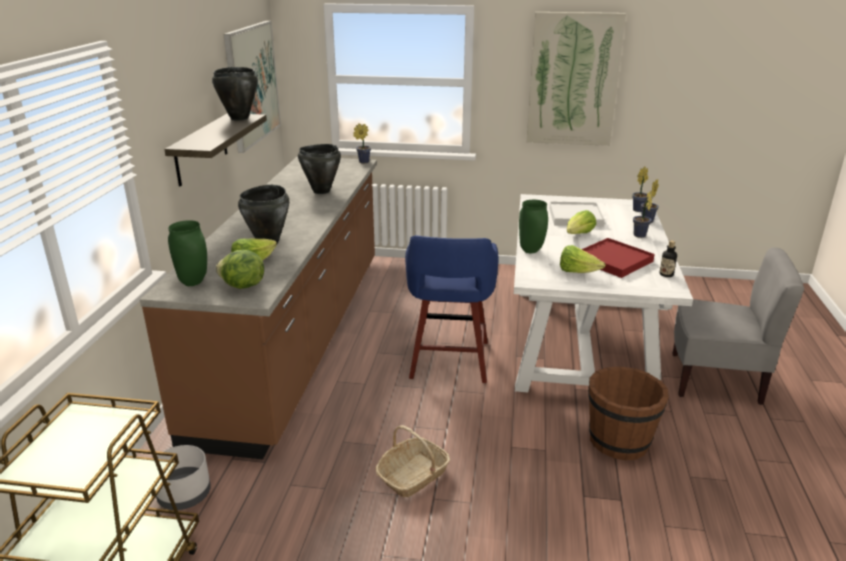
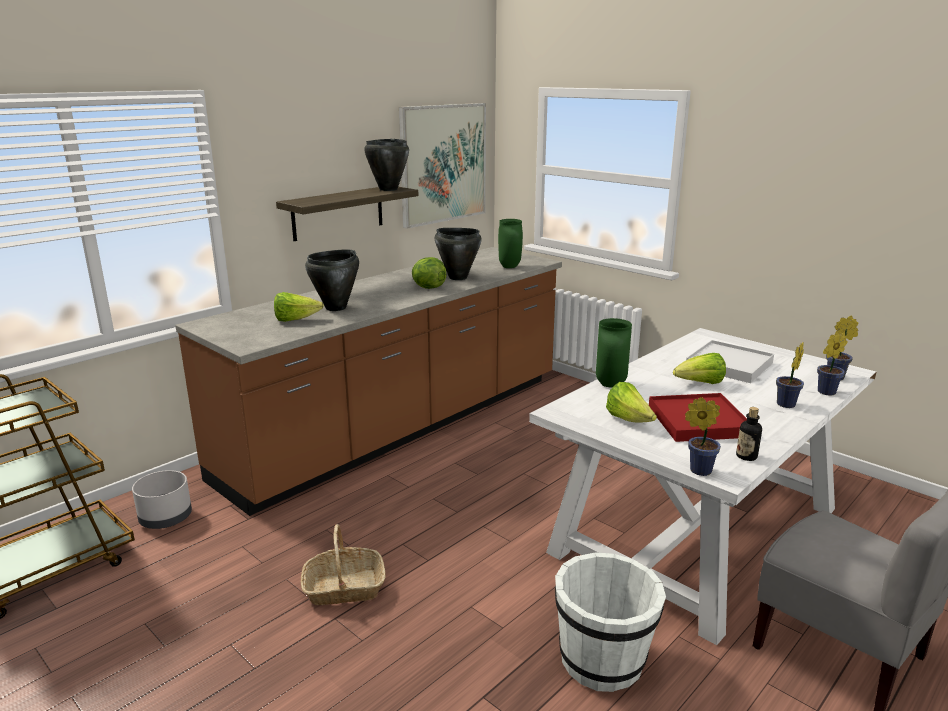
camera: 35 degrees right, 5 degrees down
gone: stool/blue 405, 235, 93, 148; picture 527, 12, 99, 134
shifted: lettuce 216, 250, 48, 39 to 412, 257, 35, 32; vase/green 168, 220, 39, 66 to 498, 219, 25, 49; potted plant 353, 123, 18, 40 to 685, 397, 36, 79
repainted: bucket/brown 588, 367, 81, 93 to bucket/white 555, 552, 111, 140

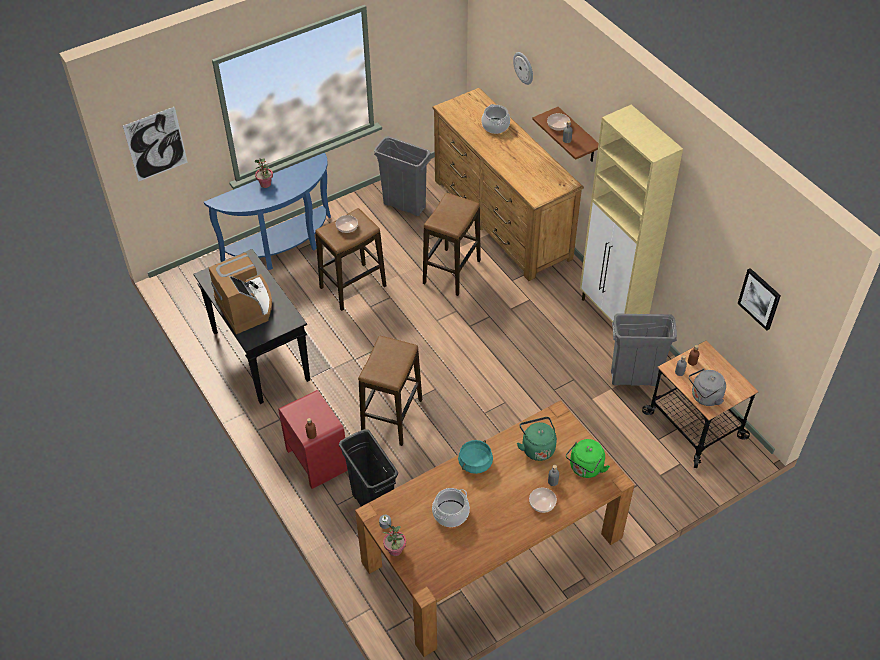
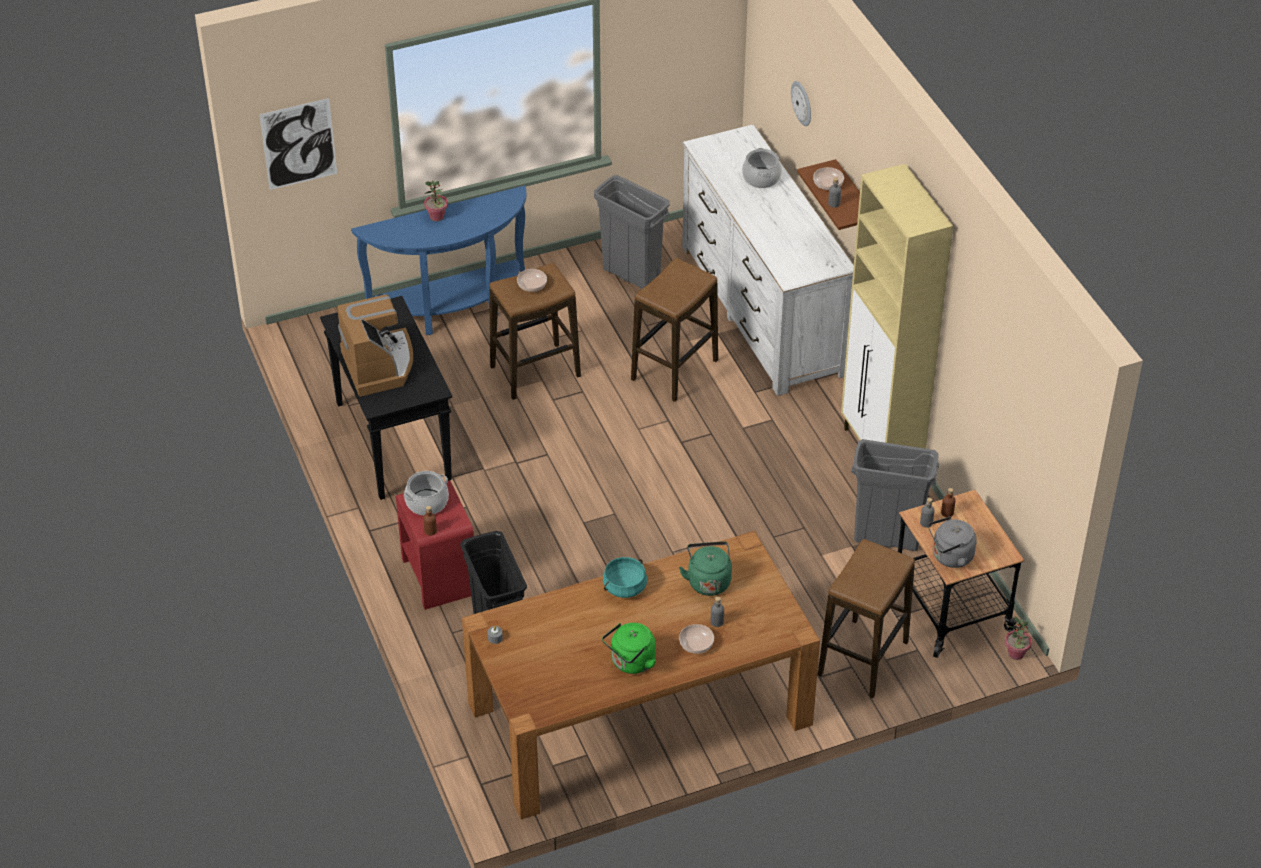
camera: 10 degrees right, 5 degrees down
gone: picture 738, 268, 43, 63
shifted: cooking pot 432, 488, 38, 39 to 404, 471, 45, 45; kettle/green 566, 439, 44, 39 to 602, 623, 54, 51; stool 358, 336, 64, 110 to 818, 539, 97, 159; potted plant 382, 524, 24, 32 to 1005, 616, 27, 44
repainted: dresser/brown 432, 88, 152, 193 to dresser/white 682, 124, 172, 272

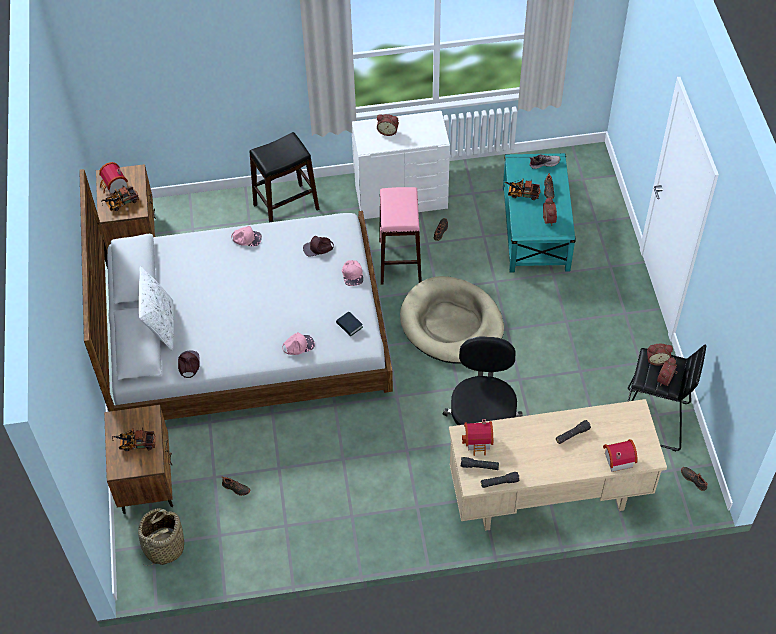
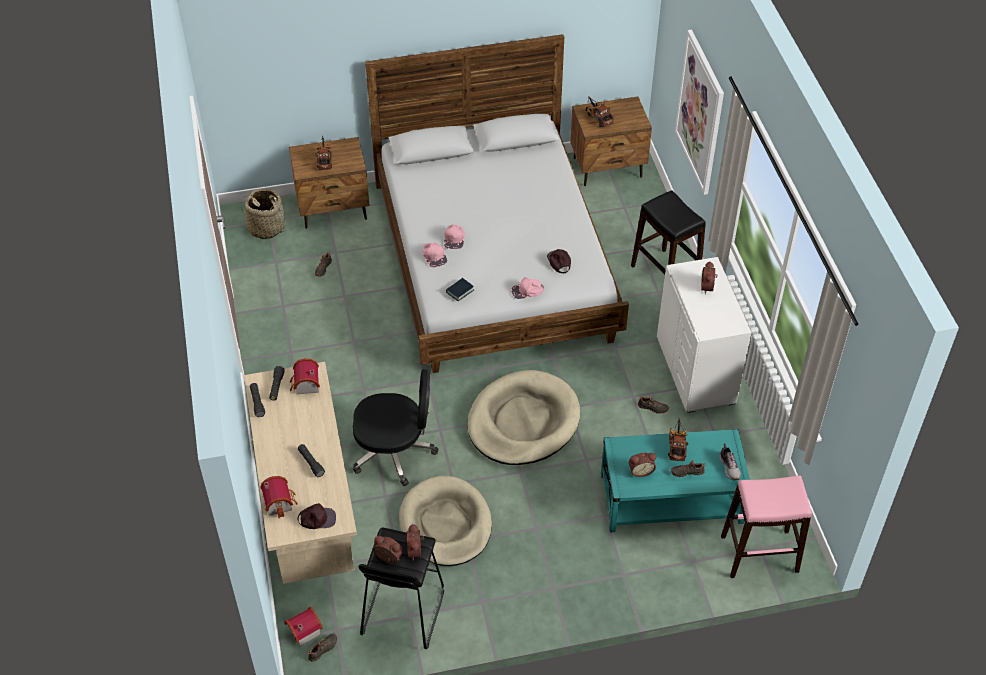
camera: 85 degrees right, 5 degrees down
gone: pillow/white 139, 266, 35, 85
new: dog bed/beige 399, 476, 93, 90; picture 675, 29, 49, 166
shifted: toy house 99, 162, 29, 32 to 284, 607, 39, 39; cap/brown 178, 350, 22, 28 to 297, 503, 39, 26; cap/pink 231, 226, 31, 20 to 444, 224, 21, 25; stool/pink 379, 187, 43, 97 to 721, 476, 91, 102

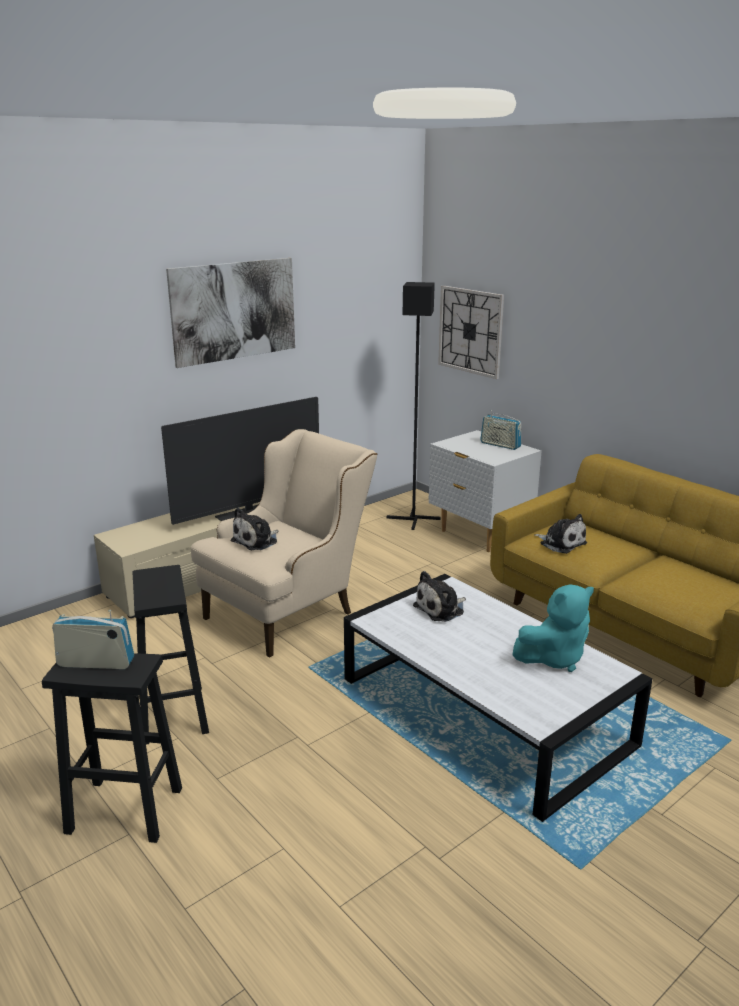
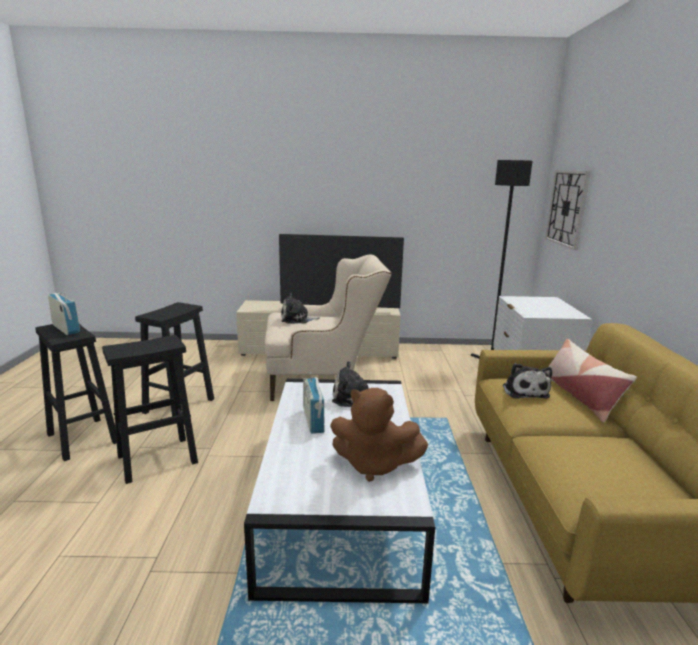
camera: 40 degrees right, 5 degrees down
gone: picture 166, 258, 129, 110
new: stool/black 102, 335, 96, 149; pillow 548, 339, 89, 84
shifted: radio 480, 410, 42, 40 to 303, 373, 22, 61
repainted: plush toy/turquoise 512, 585, 82, 87 to plush toy/brown 330, 388, 98, 94

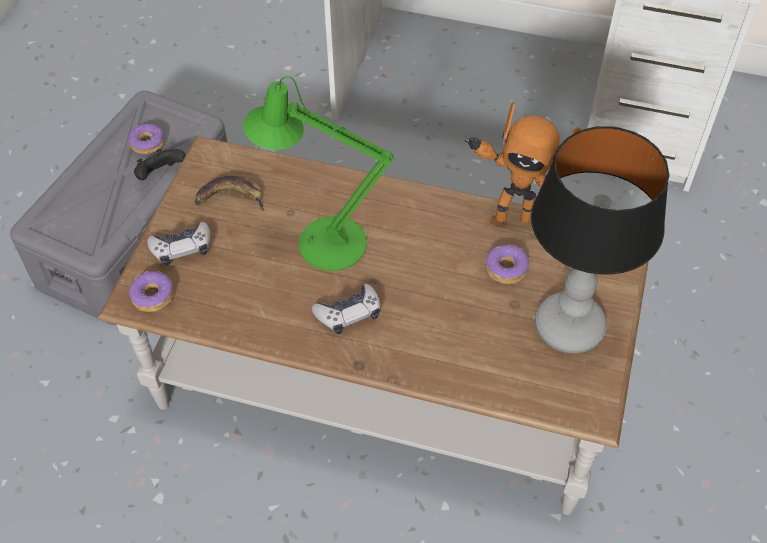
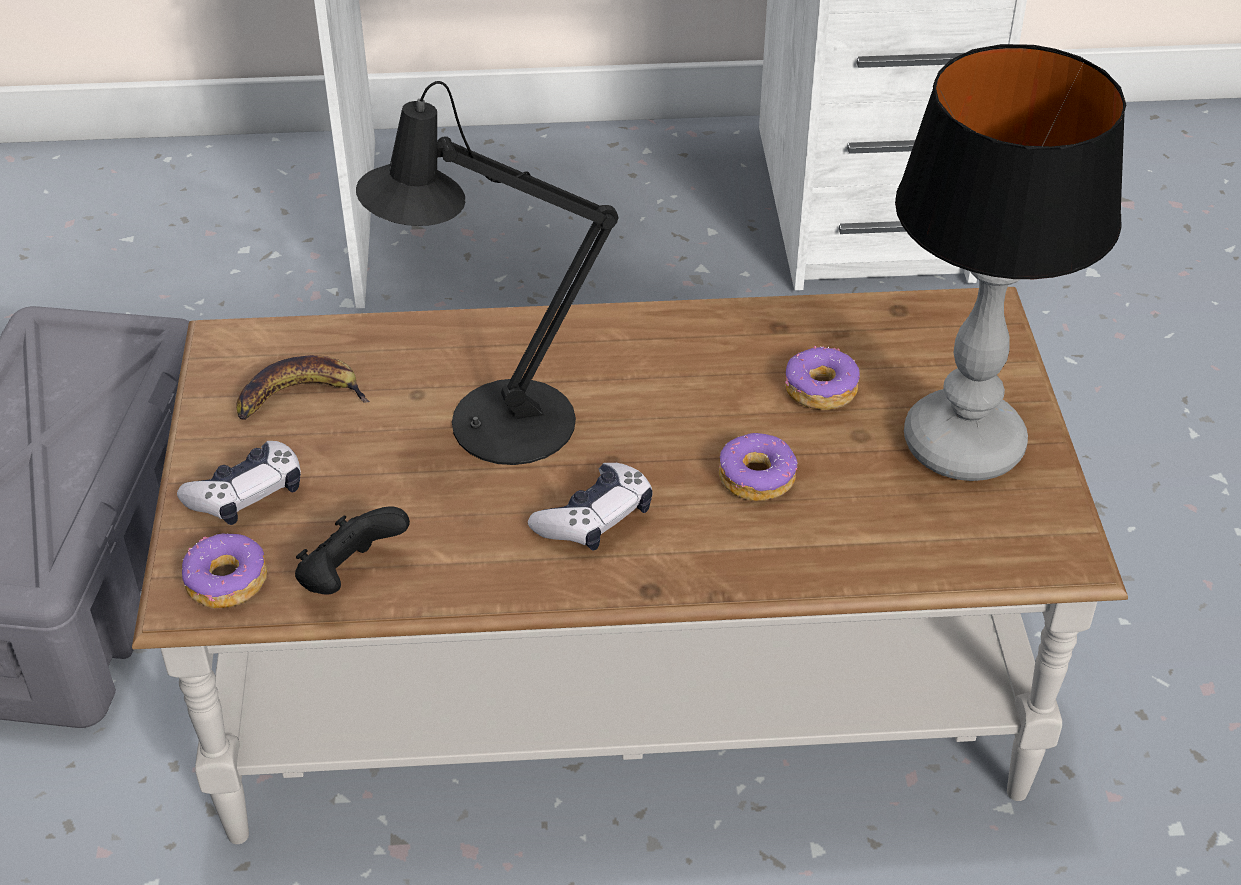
camera: 20 degrees left, 10 degrees down
gone: toy robot 465, 103, 117, 123
shifted: game controller/black 134, 149, 52, 31 to 295, 506, 115, 88; donut 128, 124, 36, 30 to 719, 433, 79, 68
repainted: table lamp/green 243, 76, 151, 195 to table lamp/black 356, 81, 263, 384

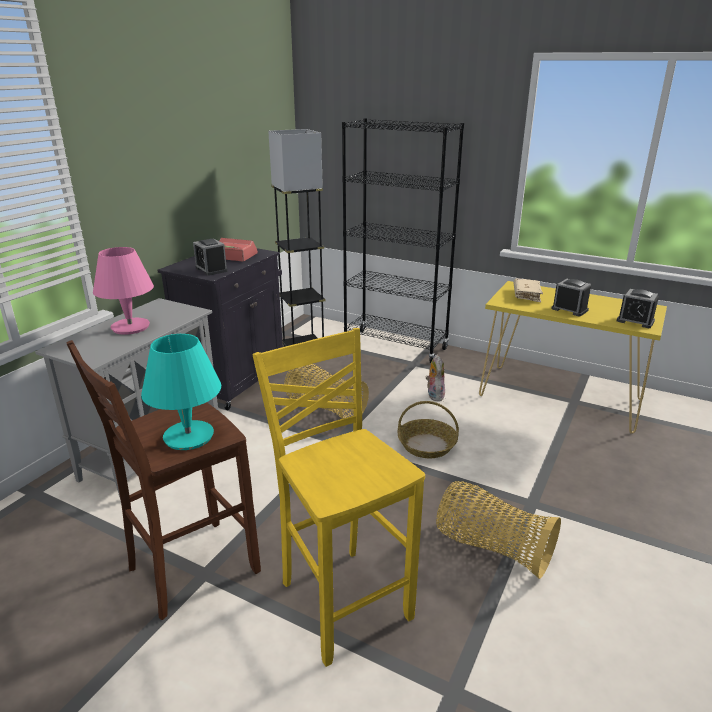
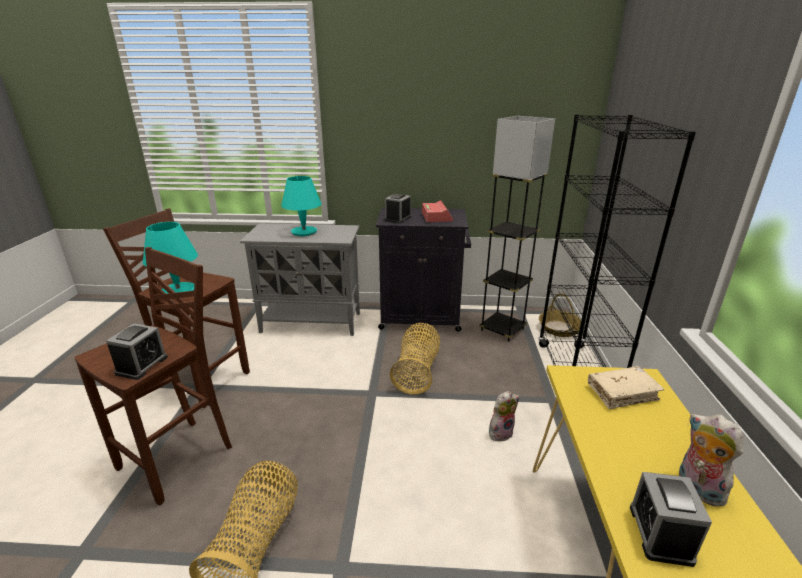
camera: 65 degrees right, 0 degrees up
new: plush toy 679, 414, 65, 93
shifted: alarm clock 551, 279, 40, 37 to 106, 323, 62, 57; basket 398, 401, 61, 57 to 539, 293, 42, 44
repainted: stool/yellow 252, 328, 173, 339 to stool/brown 75, 247, 157, 259; table lamp/pink 93, 247, 61, 88 to table lamp/turquoise 281, 176, 40, 60

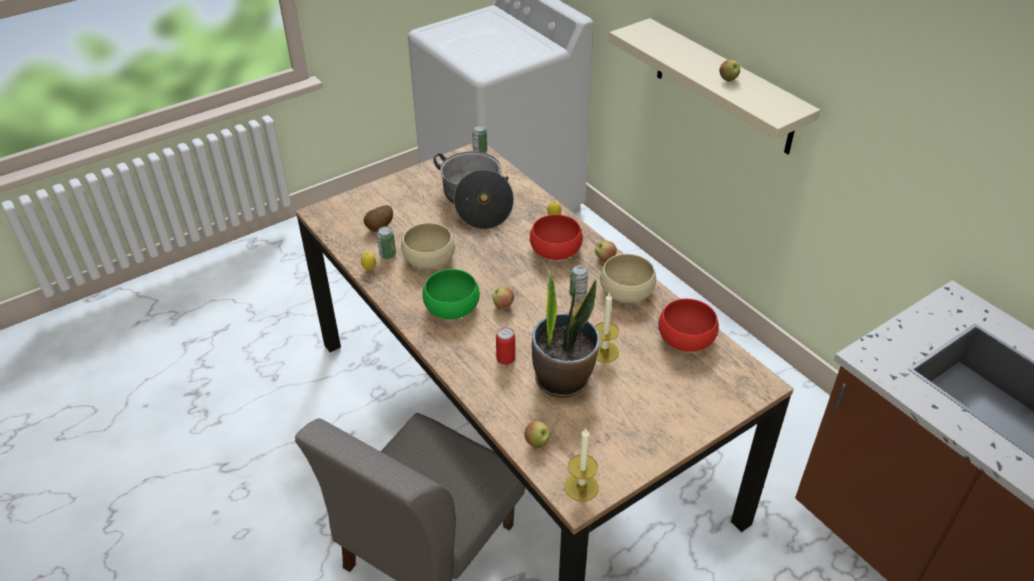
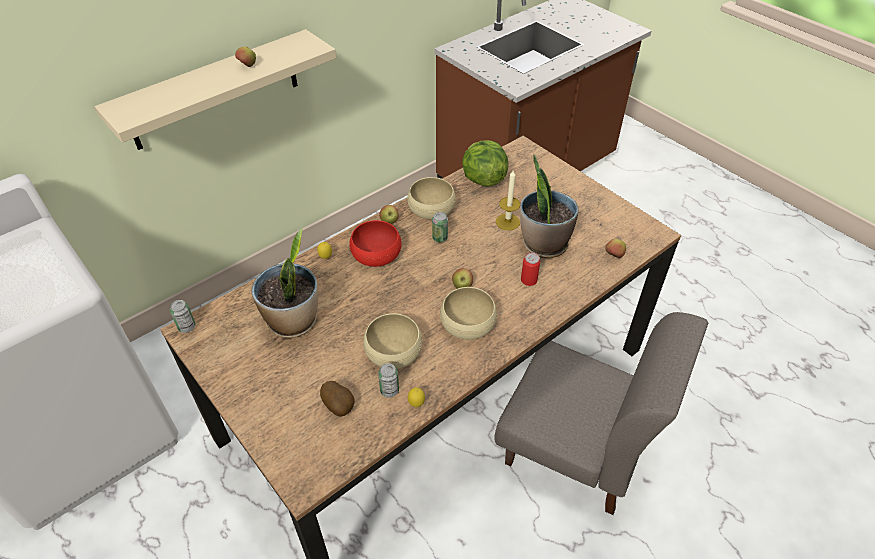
camera: 95 degrees left, 5 degrees up
gone: candle 564, 428, 35, 74
swapped: cooking pot 434, 151, 80, 79 to potted plant 251, 229, 67, 109; bowl/red 659, 299, 60, 53 to lettuce 462, 140, 46, 47
repainted: bowl/green 423, 269, 57, 50 to bowl/beige 440, 287, 57, 53

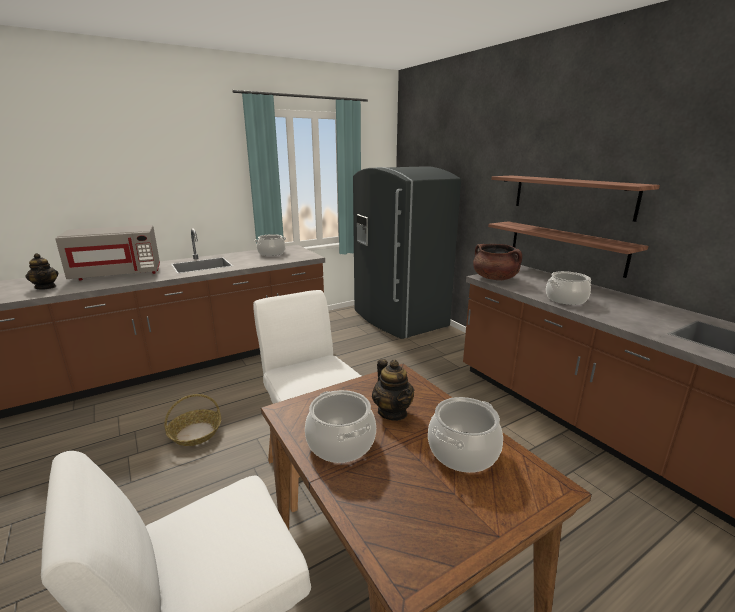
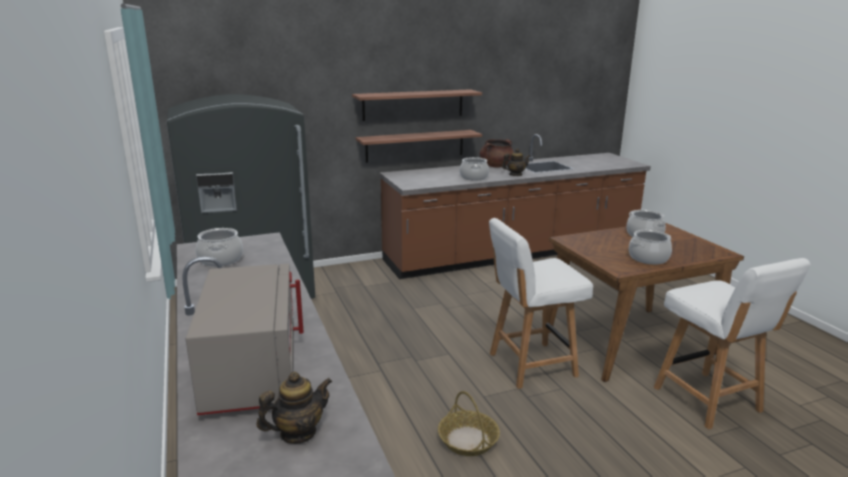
camera: 80 degrees left, 0 degrees up
shifted: cooking pot/brown 473, 244, 49, 36 to 480, 139, 34, 28; teapot 372, 359, 42, 62 to 502, 148, 29, 28

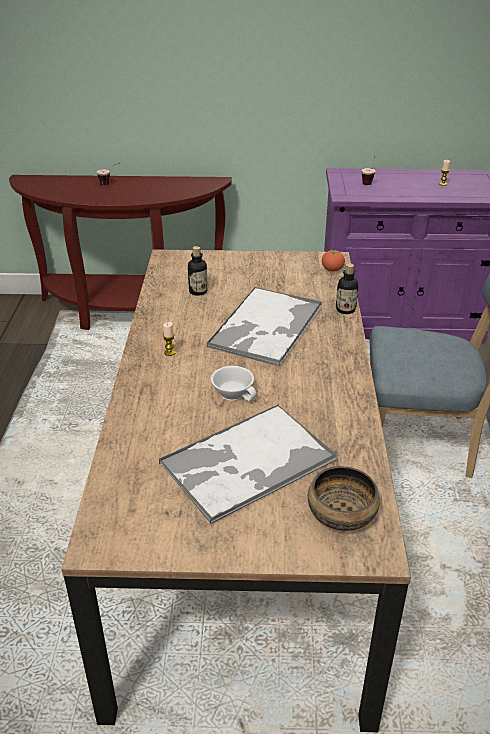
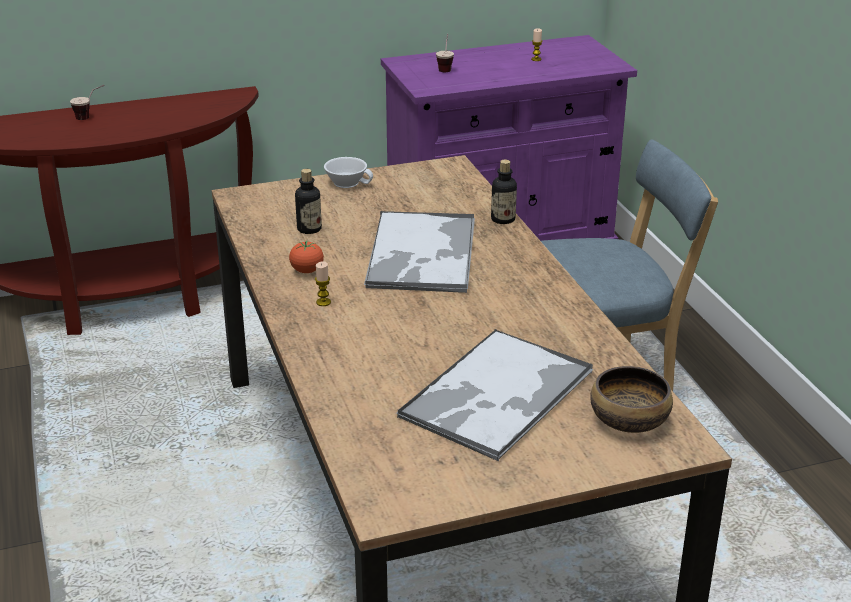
camera: 20 degrees left, 5 degrees down
shifted: tomato 322, 249, 23, 23 to 289, 240, 35, 33; cup/white 211, 366, 46, 35 to 324, 157, 49, 31

